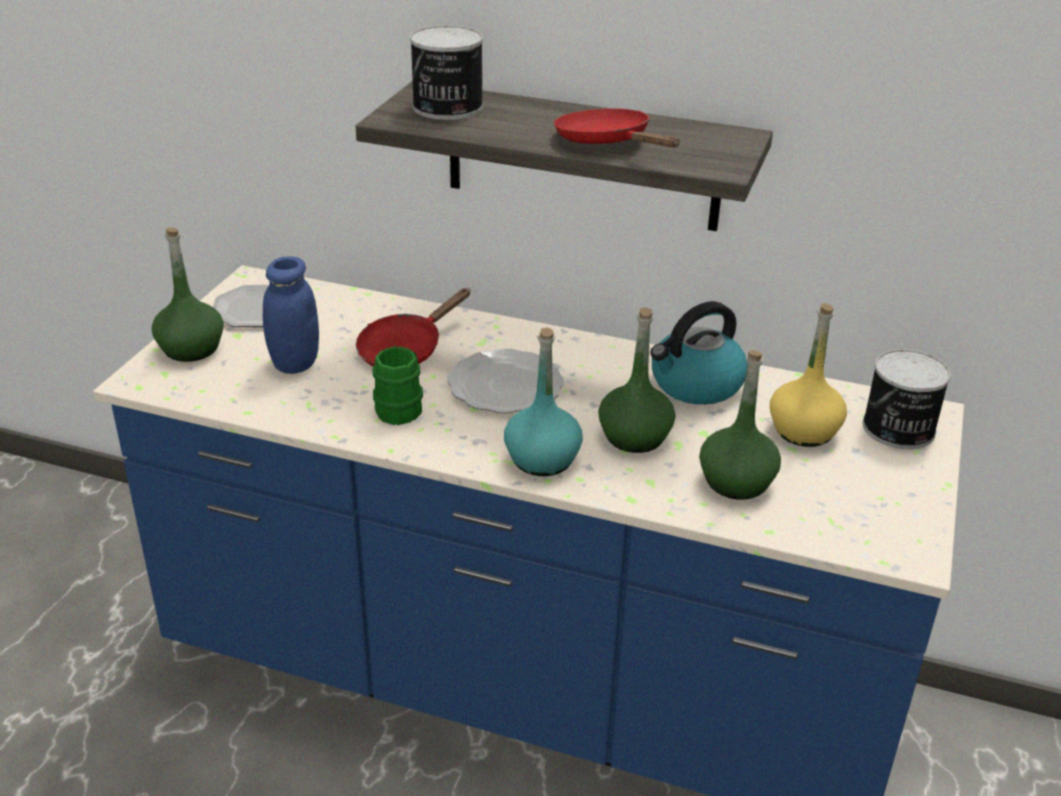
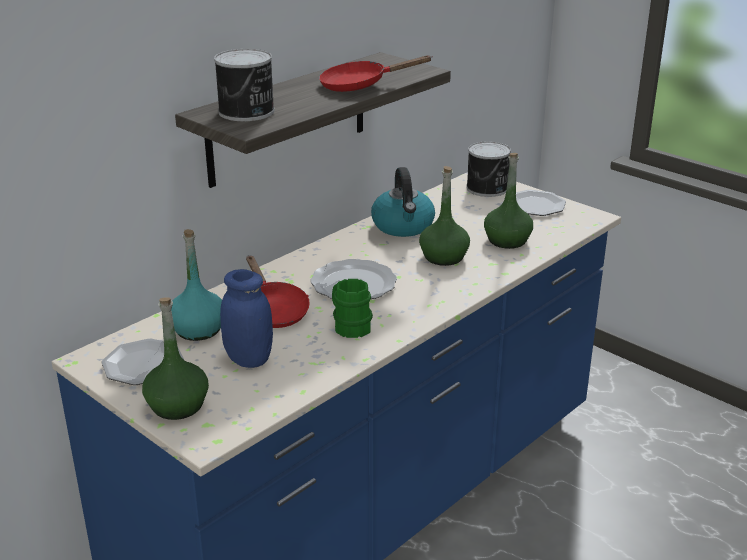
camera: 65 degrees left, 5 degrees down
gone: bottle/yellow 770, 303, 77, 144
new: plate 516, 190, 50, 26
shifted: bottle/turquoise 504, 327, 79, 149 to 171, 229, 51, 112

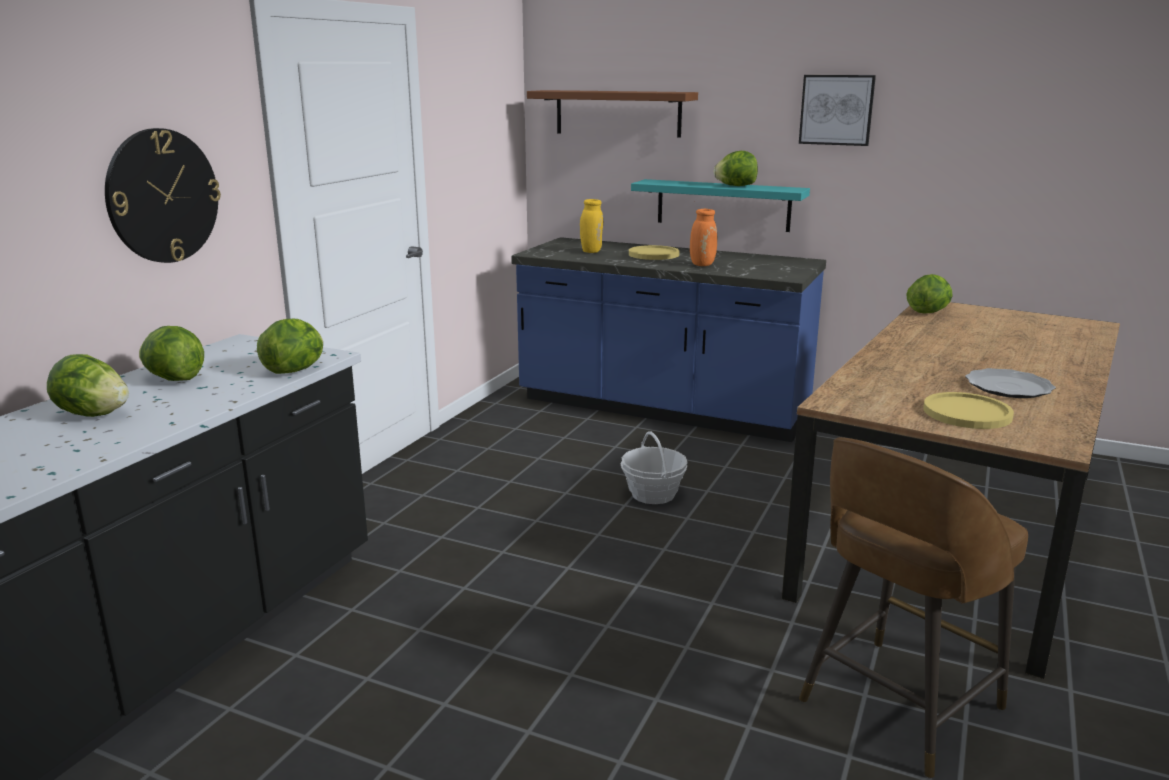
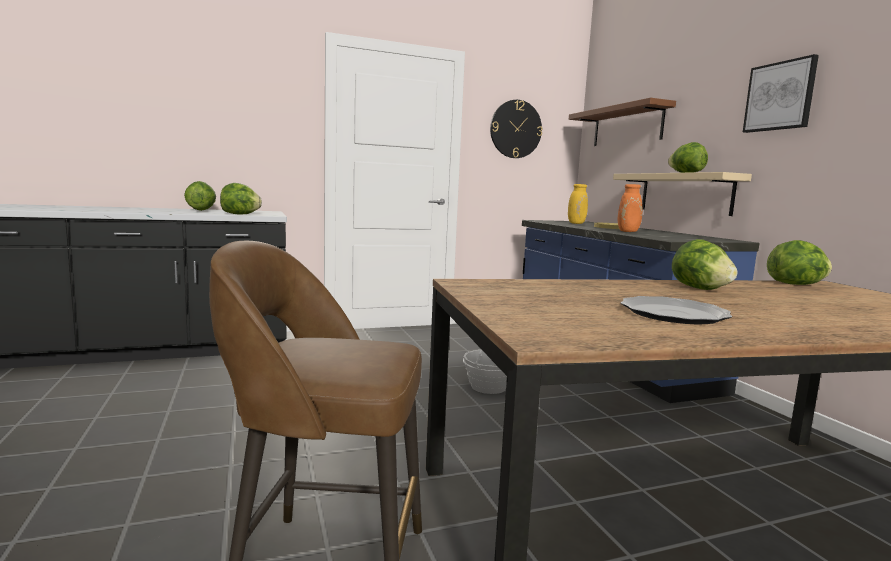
camera: 45 degrees right, 10 degrees down
gone: plate/yellow 923, 392, 91, 37
shifted: wall clock 105, 128, 116, 135 to 490, 100, 52, 58; lettuce 47, 354, 82, 63 to 672, 239, 66, 51
repainted: shelf/turquoise 631, 179, 179, 53 to shelf/beige 613, 172, 139, 44

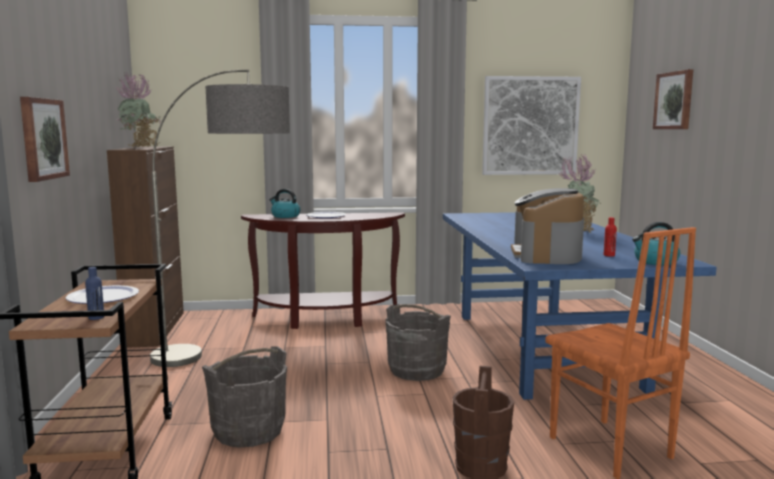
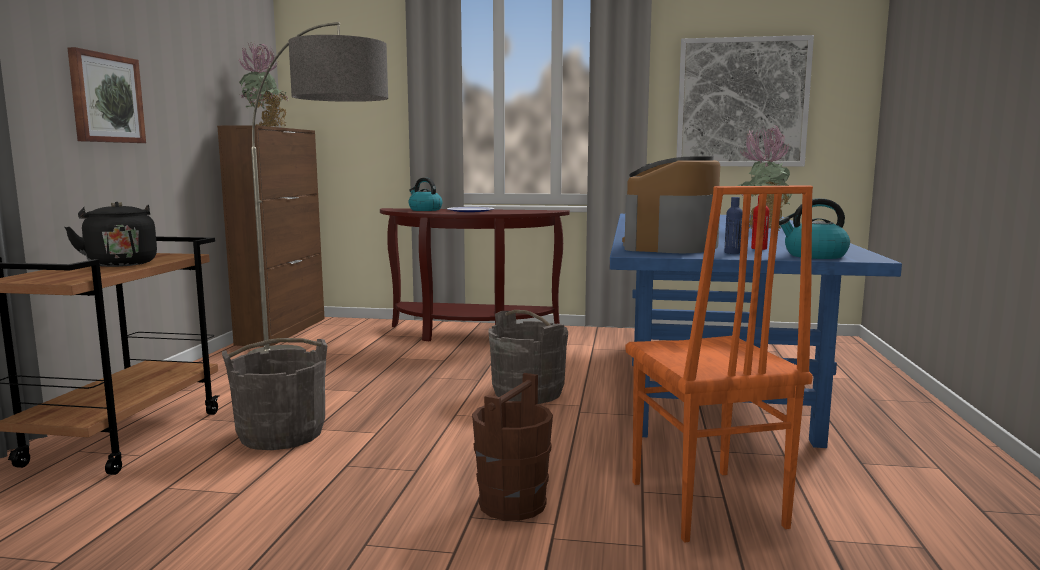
camera: 15 degrees right, 0 degrees up
gone: picture 653, 69, 40, 60
shifted: bottle/blue 85, 267, 19, 53 to 724, 197, 19, 57
swapped: plate 65, 285, 74, 19 to kettle/black 64, 202, 93, 65

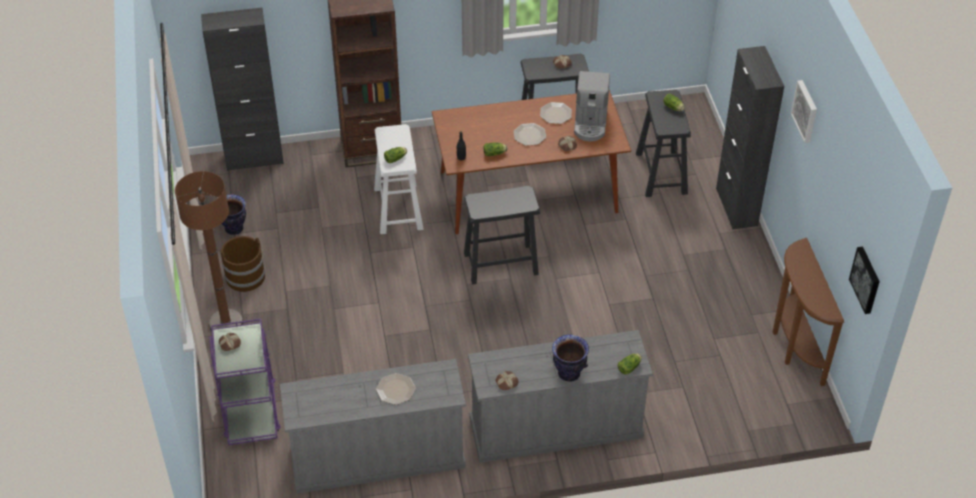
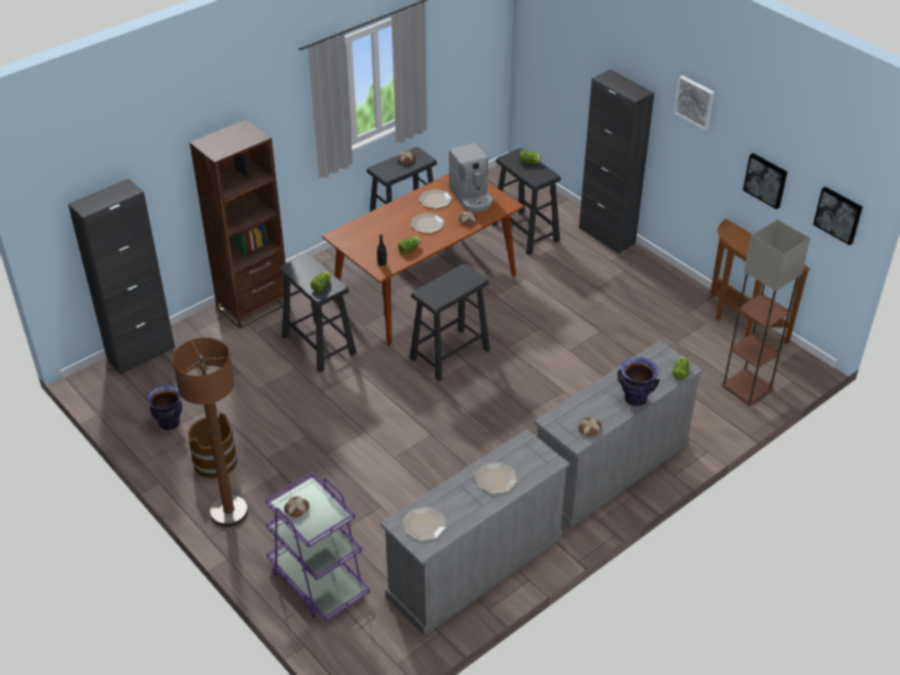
camera: 30 degrees left, 5 degrees down
new: plate 403, 507, 44, 34; floor lamp 722, 219, 88, 187; picture 743, 153, 44, 56
repainted: stool/white 374, 124, 50, 110 to stool/black 279, 254, 78, 119

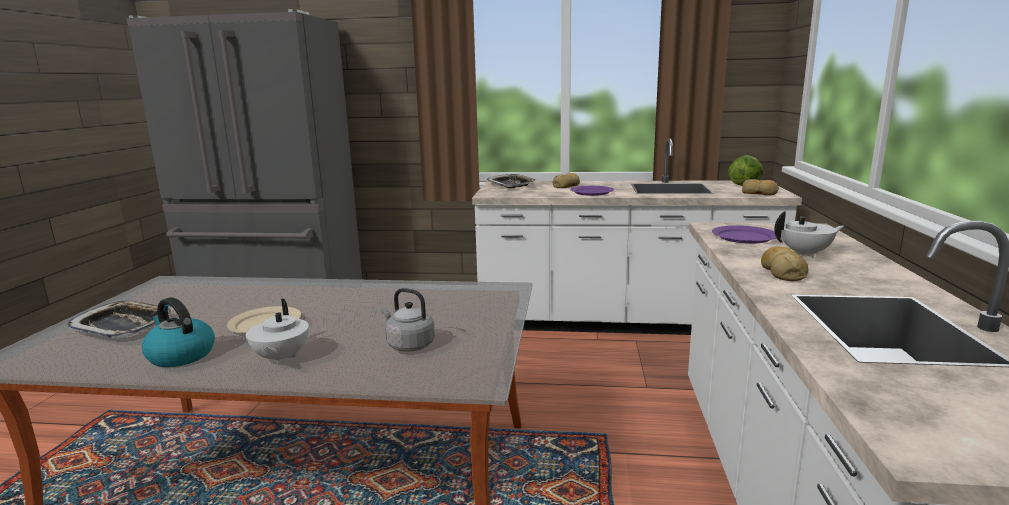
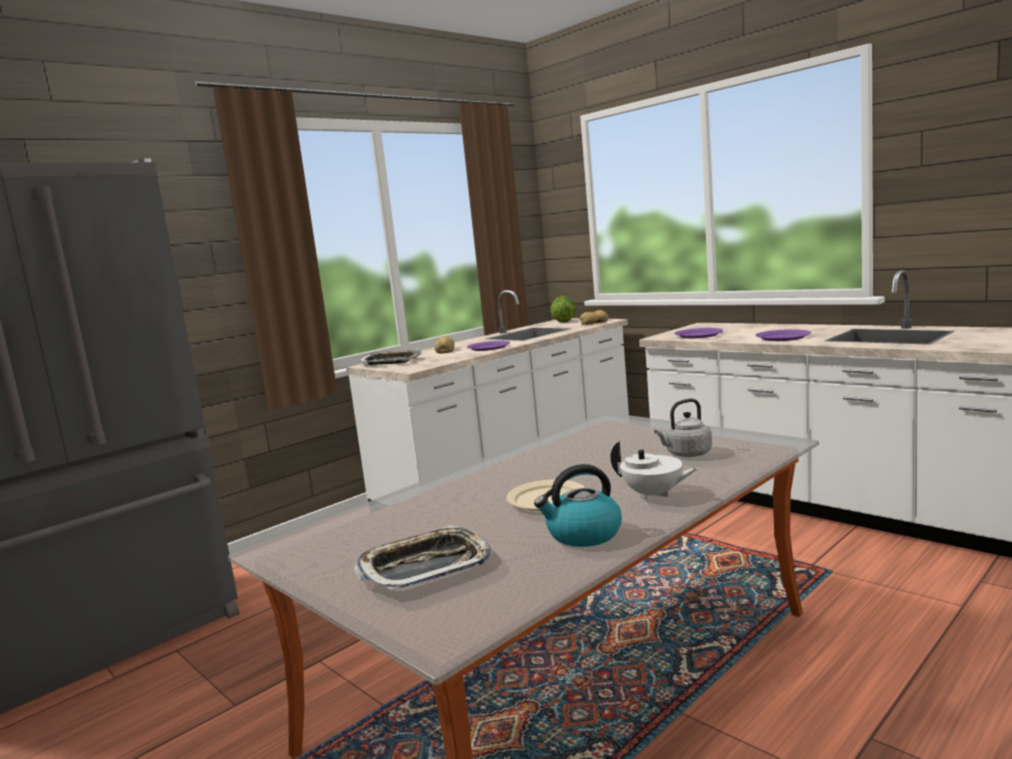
camera: 50 degrees left, 5 degrees down
gone: teapot/white 774, 211, 70, 47
swapped: bread 761, 246, 47, 35 to plate/purple 755, 329, 56, 12

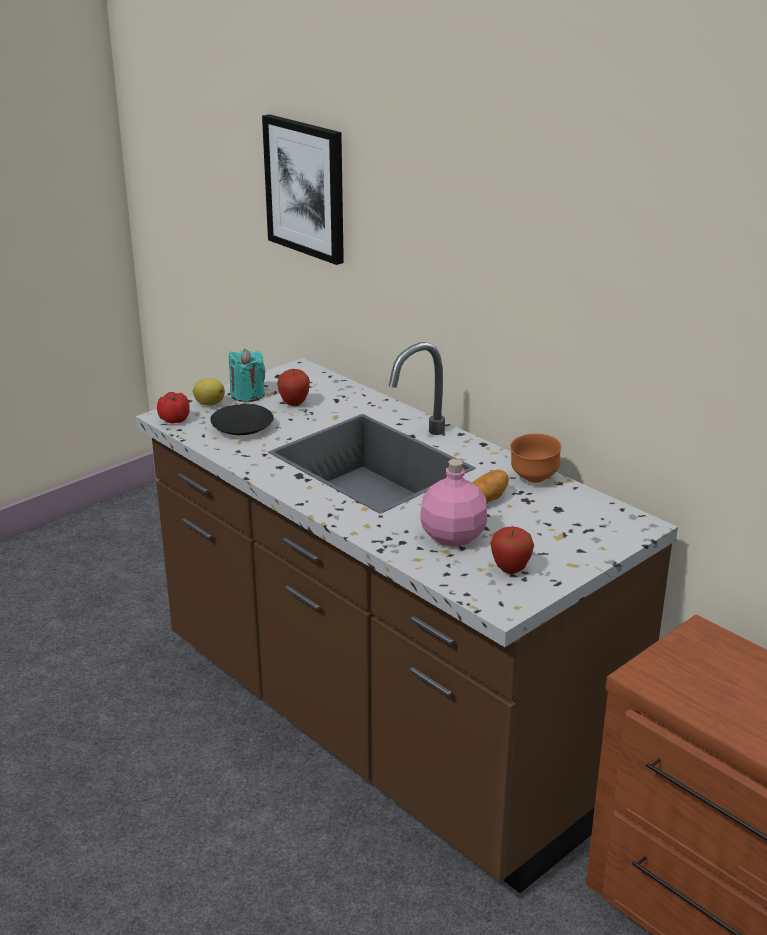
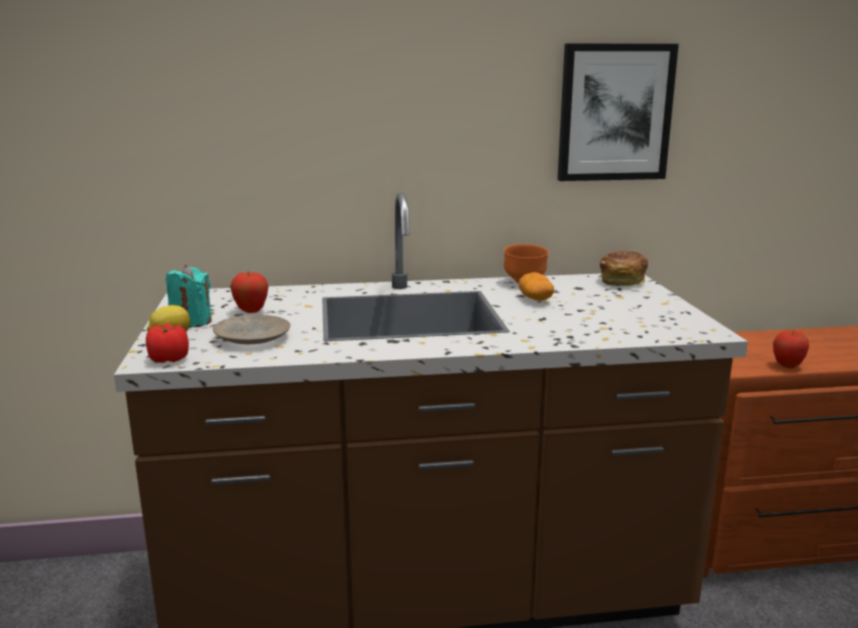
camera: 55 degrees left, 10 degrees down
gone: bottle/pink 420, 459, 67, 88
new: bread 600, 250, 48, 36
shifted: picture 262, 114, 82, 151 to 557, 43, 122, 138; apple 490, 527, 44, 47 to 773, 331, 36, 37
repainted: plate/black 210, 404, 64, 31 to plate/beige 213, 315, 78, 29

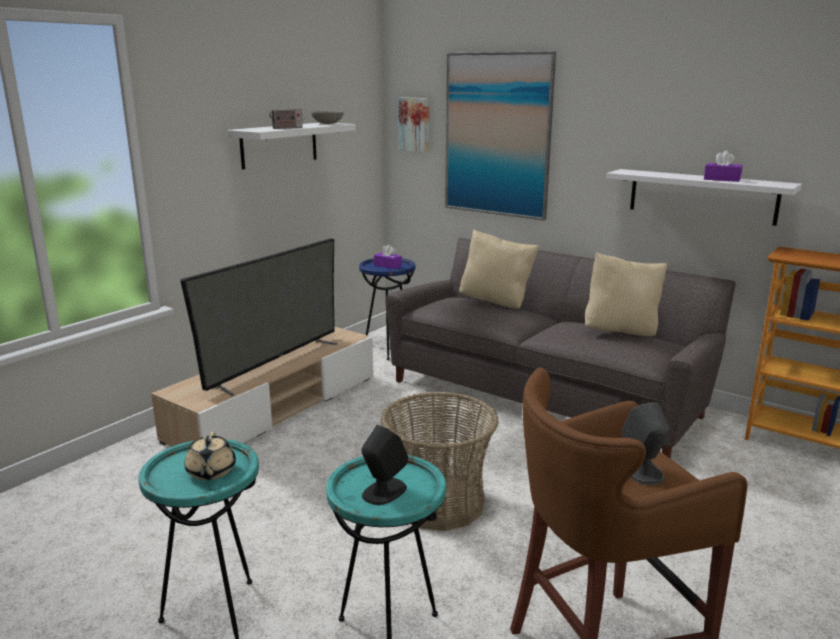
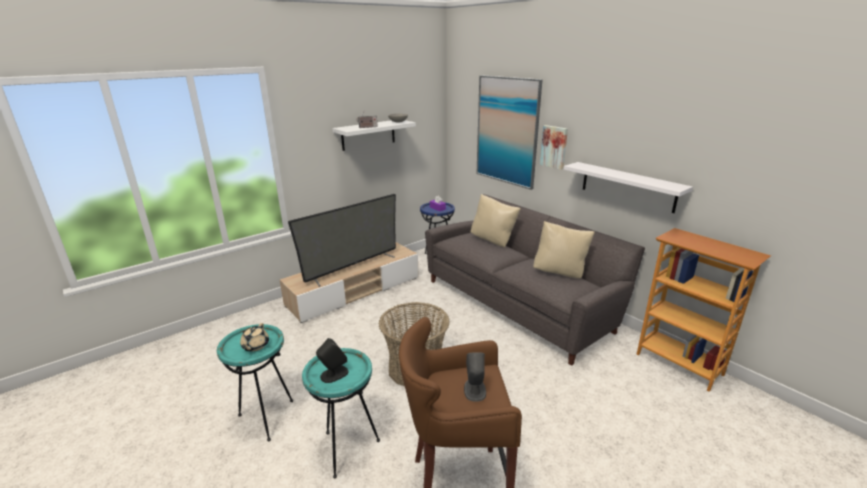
camera: 15 degrees right, 5 degrees up
gone: tissue box/purple 704, 150, 38, 32
shifted: picture 398, 97, 31, 56 to 540, 125, 28, 45

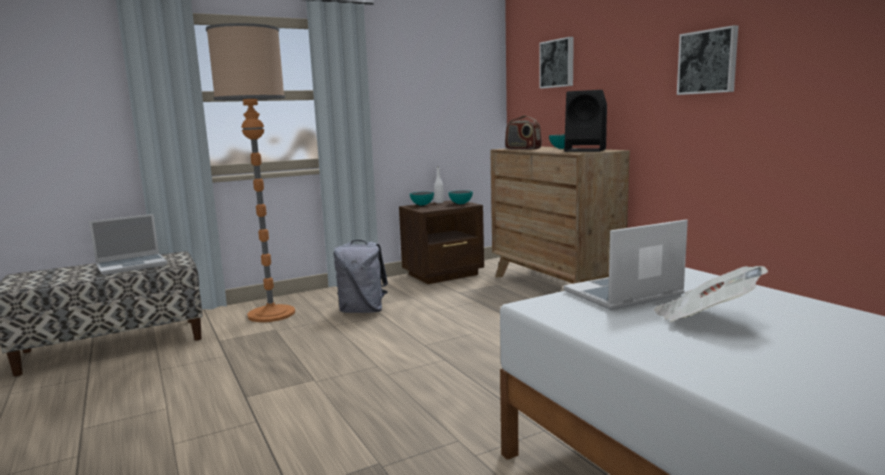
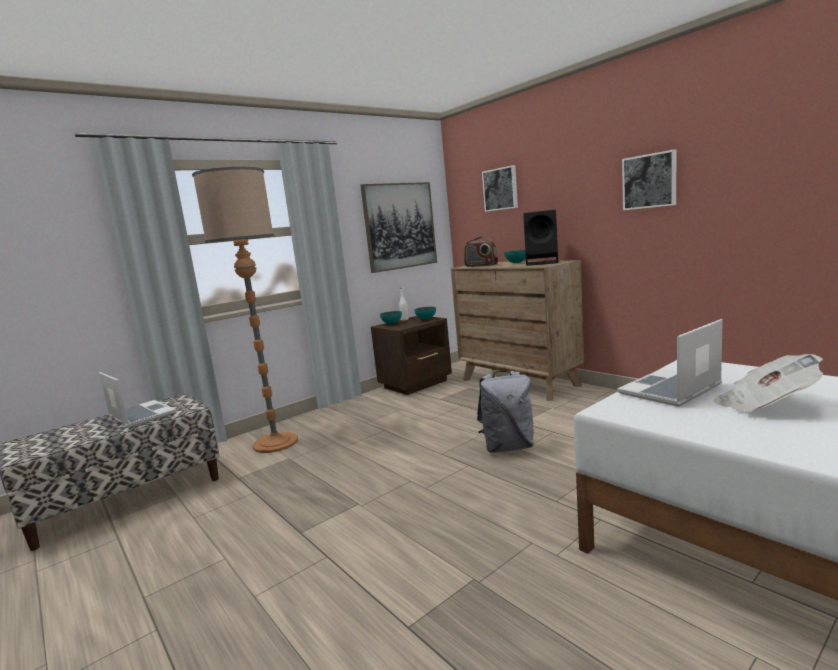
camera: 10 degrees left, 0 degrees up
new: picture 360, 182, 77, 91
shifted: backpack/grey 334, 240, 54, 73 to 477, 371, 57, 82
rotated: laptop 89, 214, 79, 61 = 99, 372, 77, 56 90 degrees counterclockwise

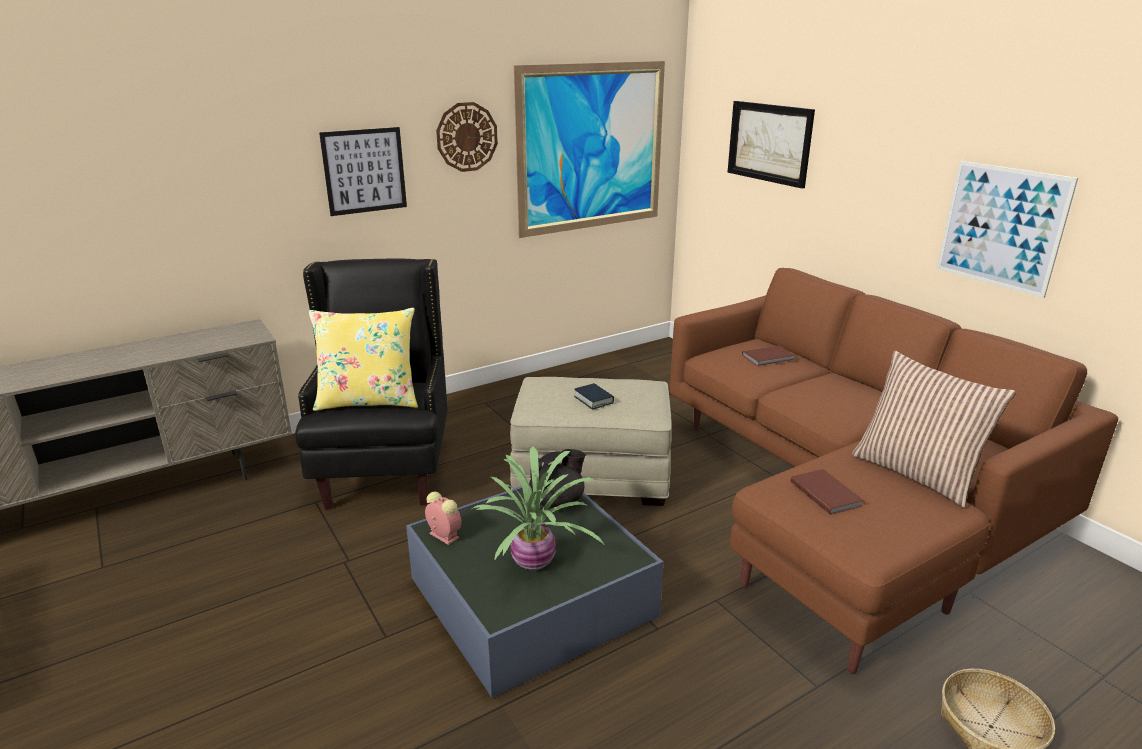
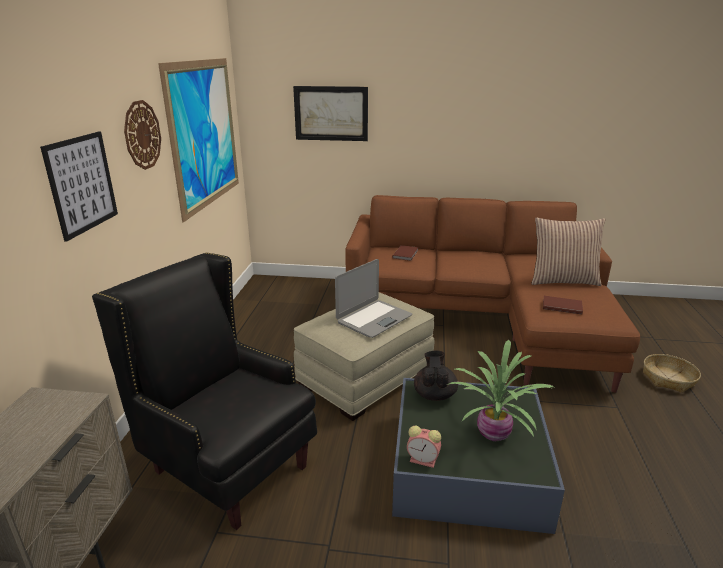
camera: 50 degrees left, 0 degrees up
gone: pillow/yellow 309, 308, 109, 103; picture 937, 161, 141, 137
swapped: book 574, 383, 40, 27 to laptop 335, 259, 77, 79
rotated: alarm clock 425, 491, 36, 54 = 407, 426, 34, 42 150 degrees counterclockwise

